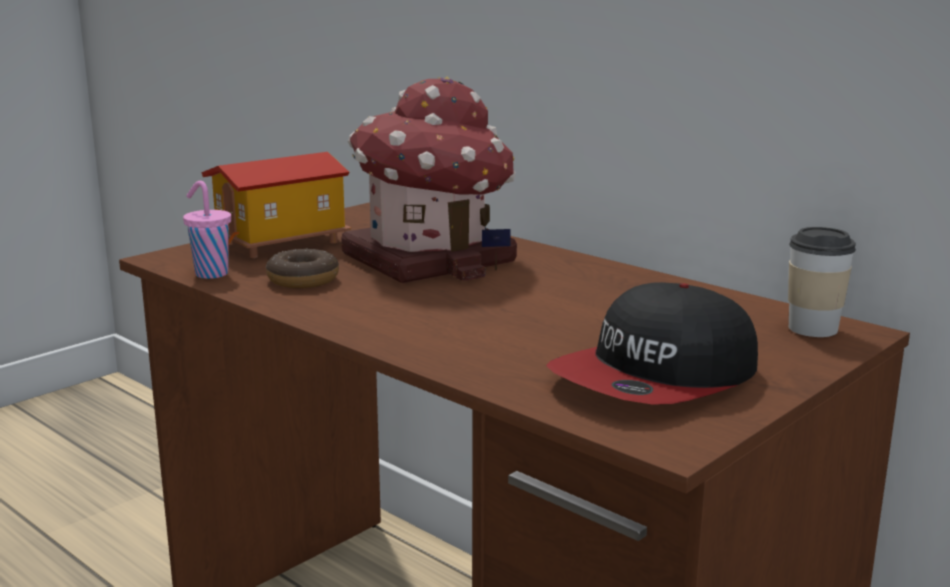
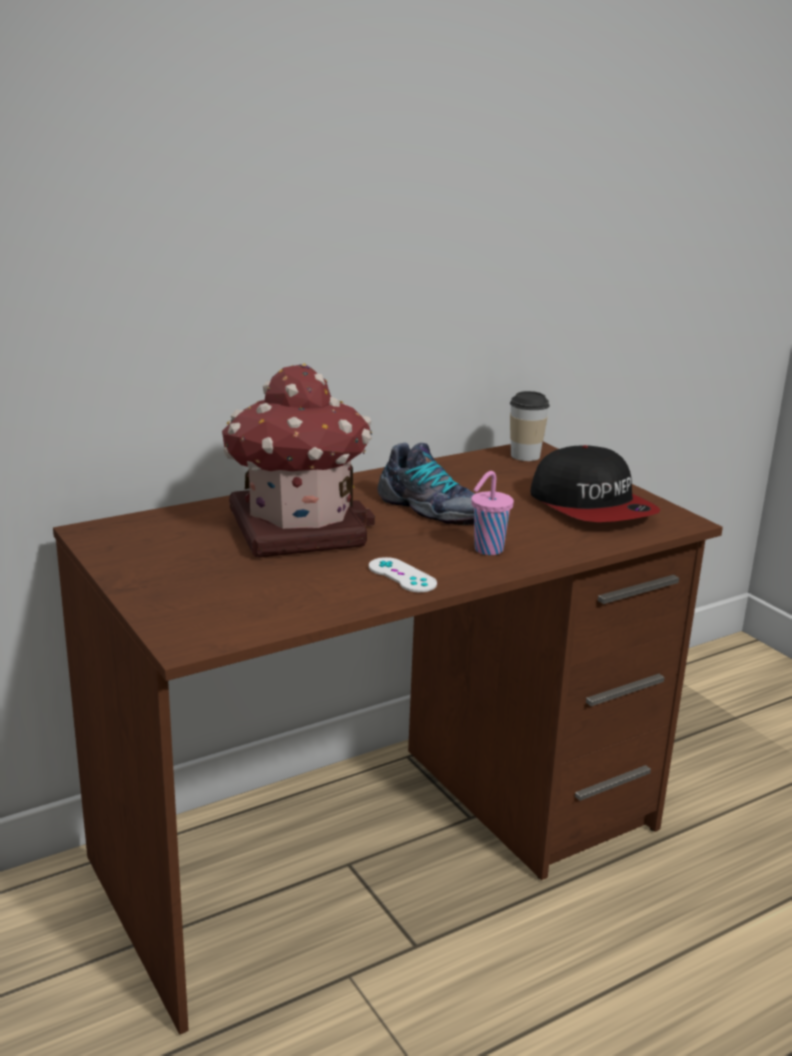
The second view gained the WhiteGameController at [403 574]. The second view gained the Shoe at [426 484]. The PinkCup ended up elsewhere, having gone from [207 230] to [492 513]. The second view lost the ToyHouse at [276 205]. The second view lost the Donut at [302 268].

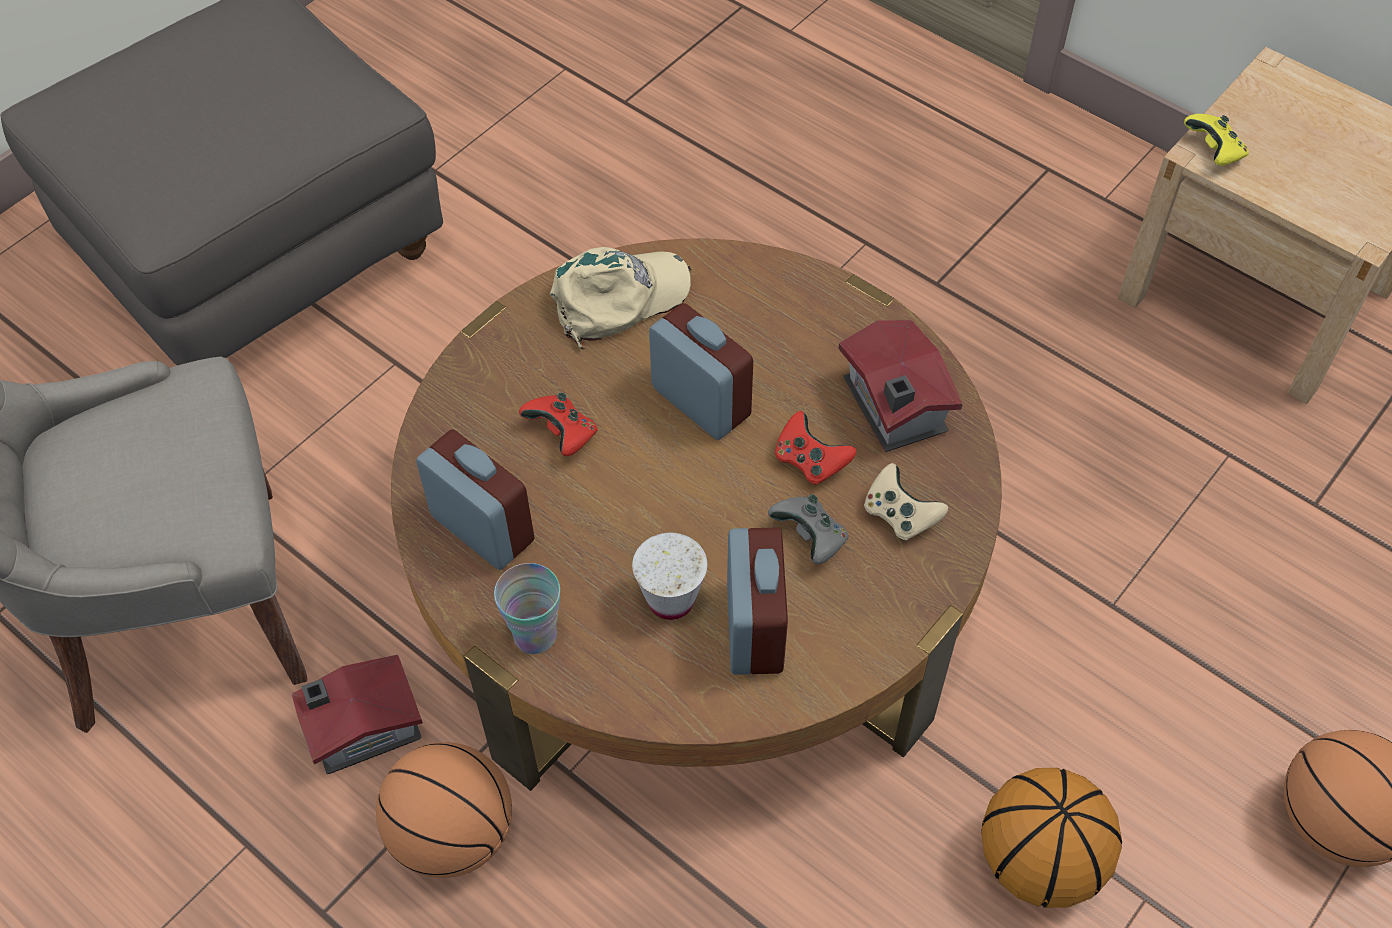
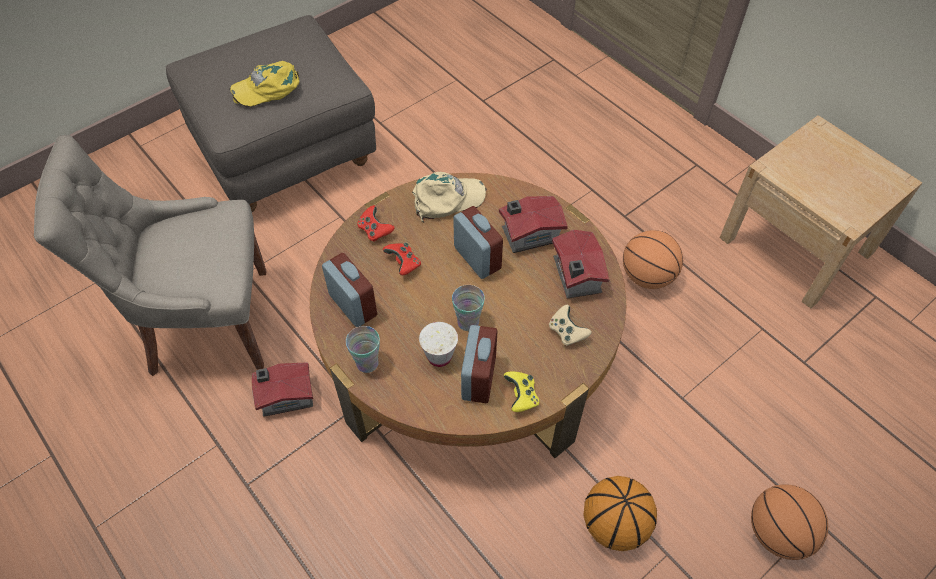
The second view gained the YellowCap at [265 84]. The RedGameController ended up elsewhere, having gone from [815 448] to [376 223]. The second view gained the Cup at [468 308]. The second view gained the ToyHouse at [533 224]. The YellowGameController ended up elsewhere, having gone from [1216 140] to [521 392]. The Basketball ended up elsewhere, having gone from [444 810] to [653 259]. The second view lost the GreyGameController at [808 529].

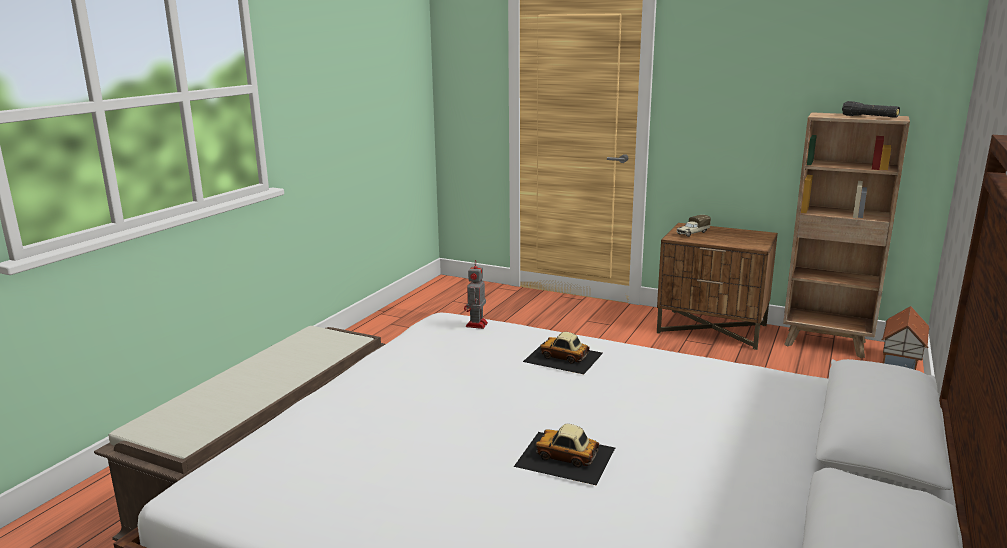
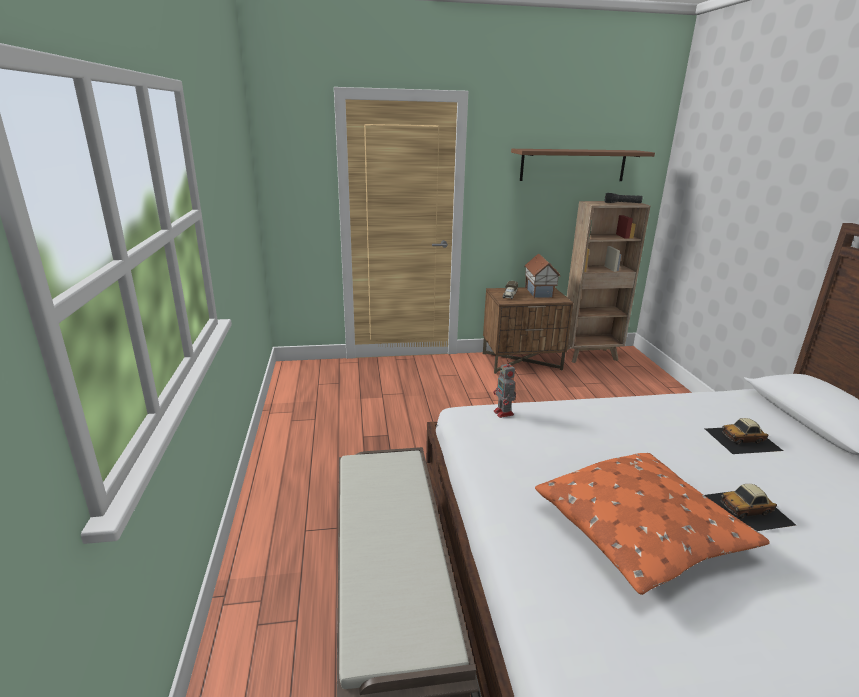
The second view gained the BrownShelf at [583 165]. The ToyHouse ended up elsewhere, having gone from [905 338] to [542 275]. The second view gained the OrangePillow at [652 524]. The ToyCar ended up elsewhere, having gone from [563 353] to [744 436].

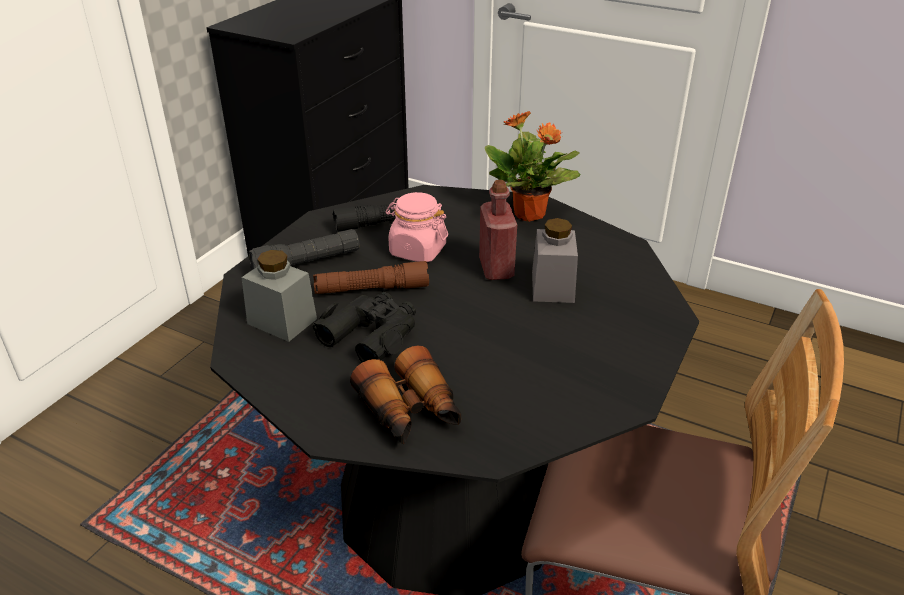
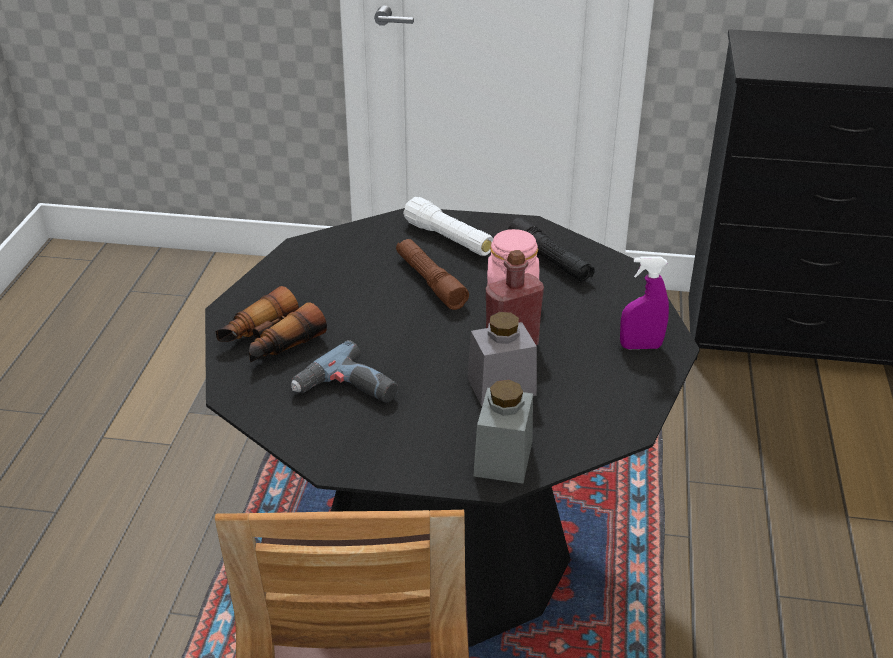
The second view gained the PowerDrill at [344 371]. What was the BlackFlashlight at [304 249] turned into the WhiteFlashlight at [448 226]. The GreyJar ended up elsewhere, having gone from [279 296] to [503 432]. Where the PottedPlant stood at [533 166], the PurpleSprayBottle came to stand at [644 302]. The second view lost the BlackBinoculars at [364 327].

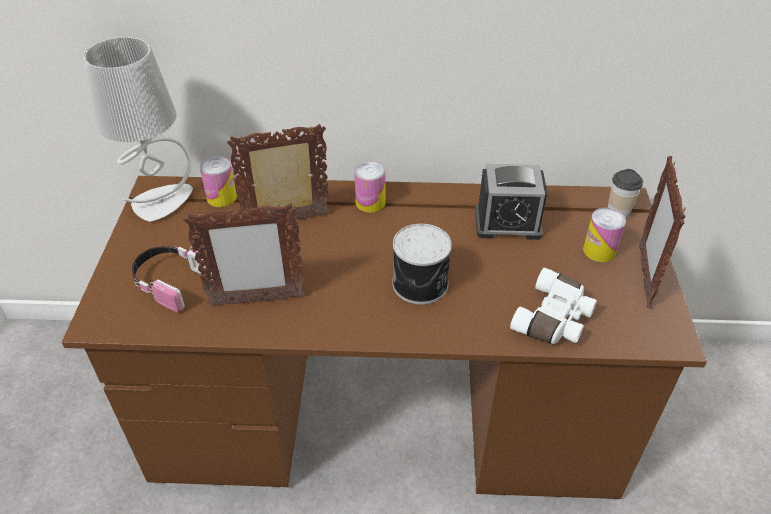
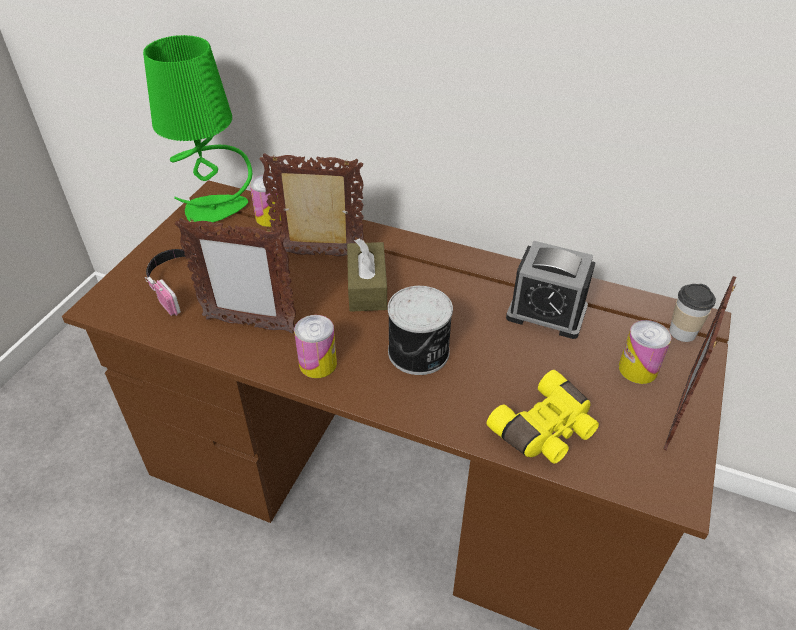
What was the GreyTableLamp at [138 129] turned into the GreenTableLamp at [197 128]. The Can ended up elsewhere, having gone from [370 187] to [315 346]. The second view gained the BrownTissueBox at [367 275]. What was the WhiteBinoculars at [553 306] turned into the YellowBinoculars at [543 417].

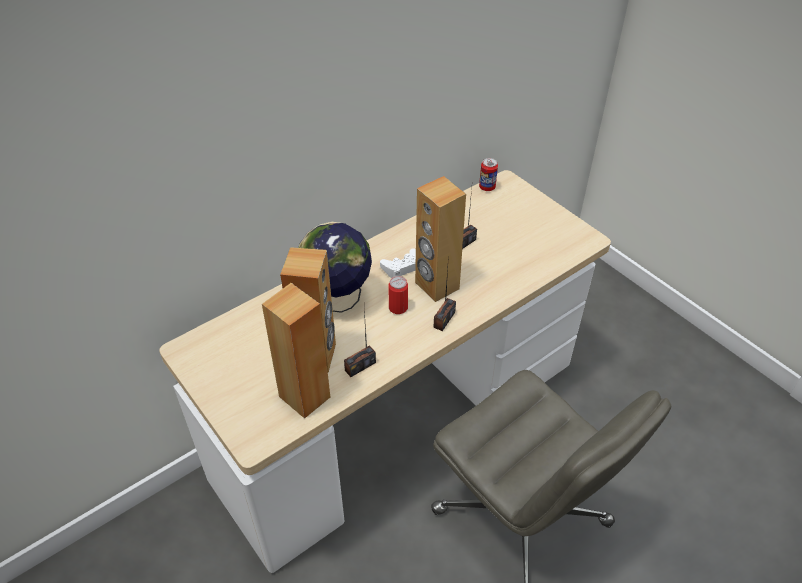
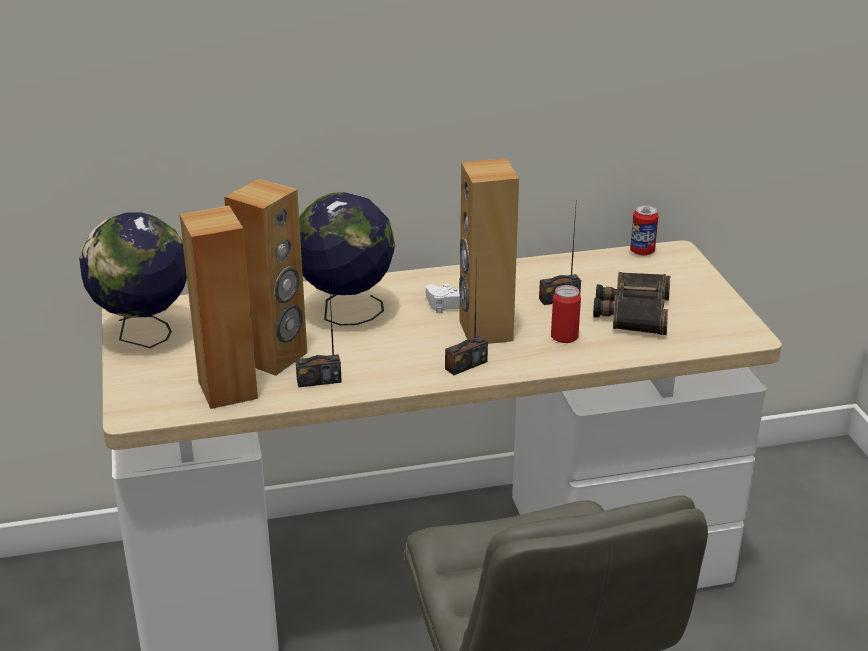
The second view gained the Globe at [133 280]. The Can ended up elsewhere, having gone from [398 295] to [566 314]. The second view gained the Binoculars at [631 303].

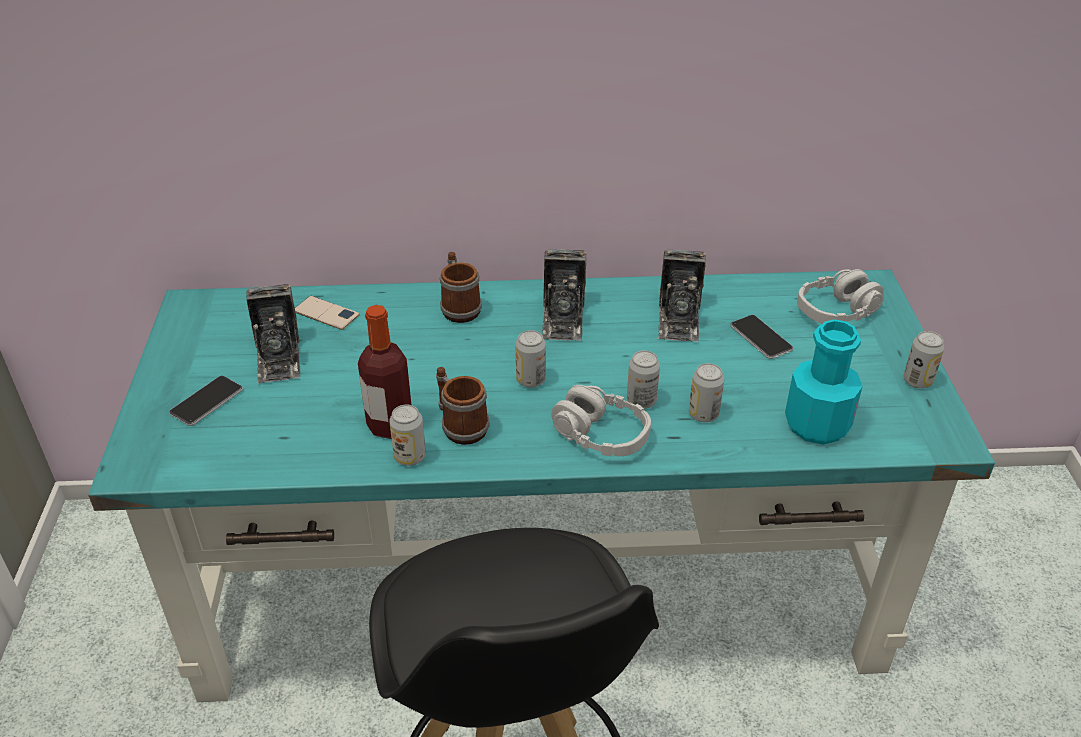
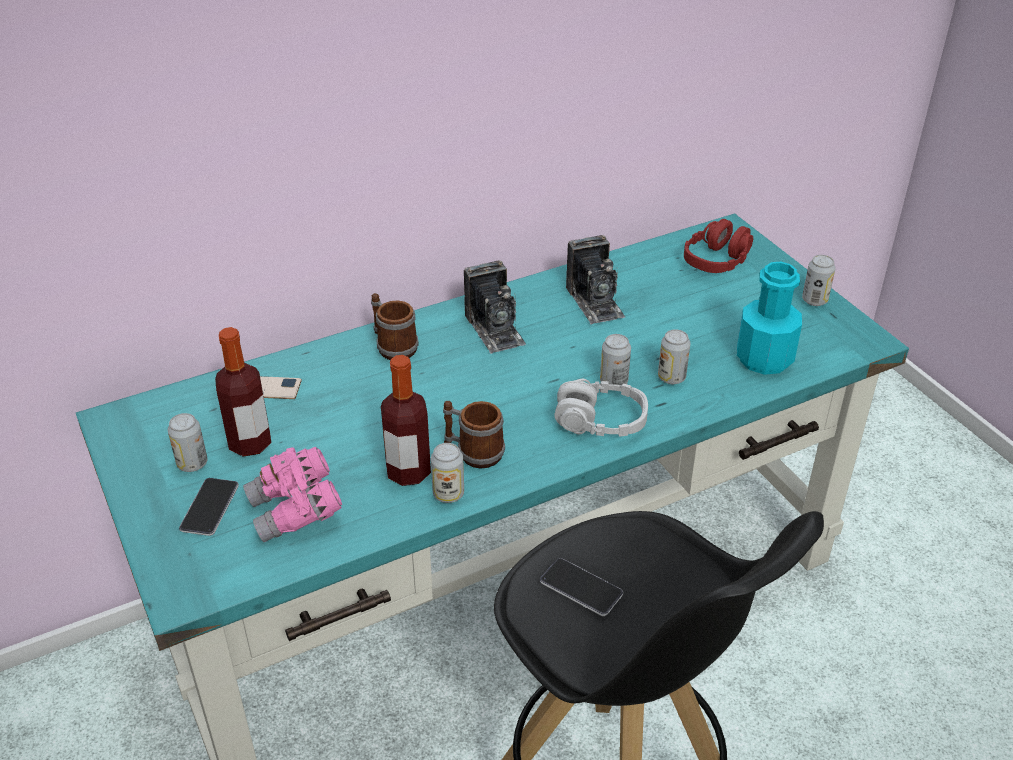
The Can ended up elsewhere, having gone from [531 359] to [188 442]. Where the PhotoCamera stood at [273 334], the Bottle came to stand at [243 392]. The second view gained the PinkBinoculars at [292 494]. The Phone ended up elsewhere, having gone from [761 337] to [581 587]. What was the GreyHeadphones at [840 296] turned into the RedHeadphones at [718 246].

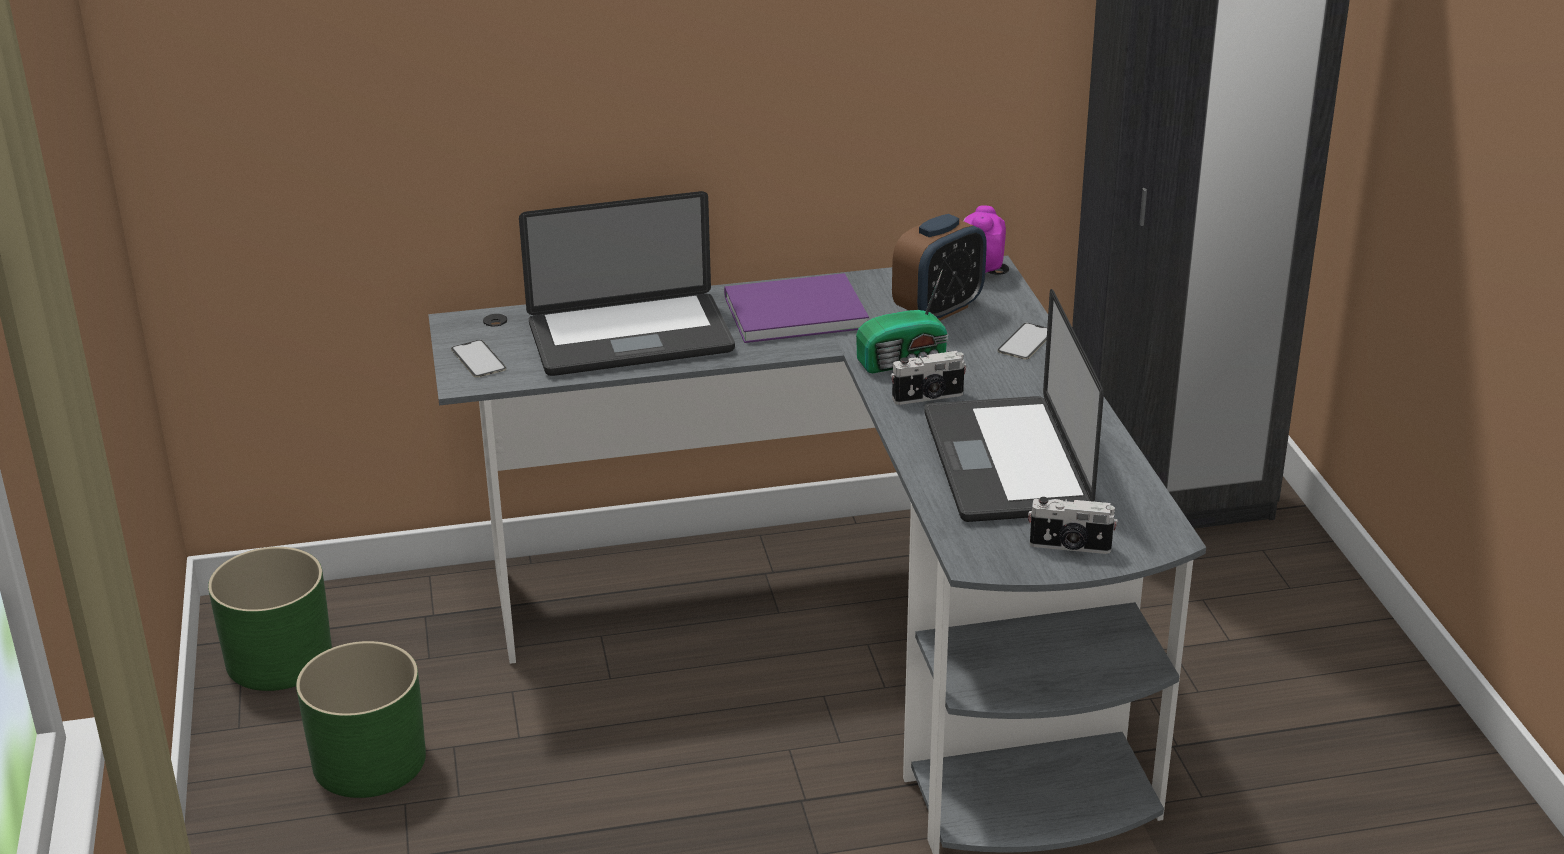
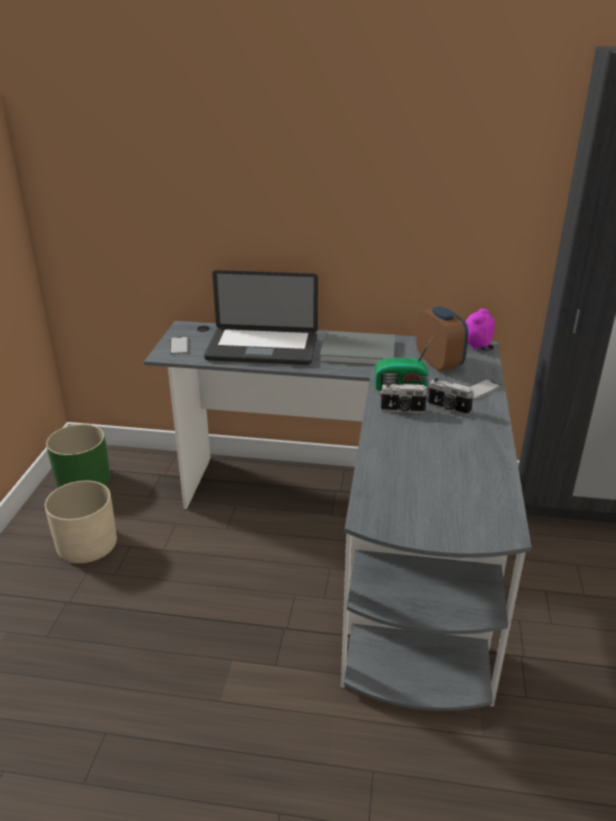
What was the GreenPlanter at [361 719] turned into the BeigePlanter at [81 521]. What was the PurpleBook at [796 308] turned into the GreyBook at [357 348]. The AlarmClock at [939 267] ended up facing another way, 90 degrees counterclockwise from before. The PhotoCamera ended up elsewhere, having gone from [1073 525] to [451 396]. The second view lost the Laptop at [1014 405].

